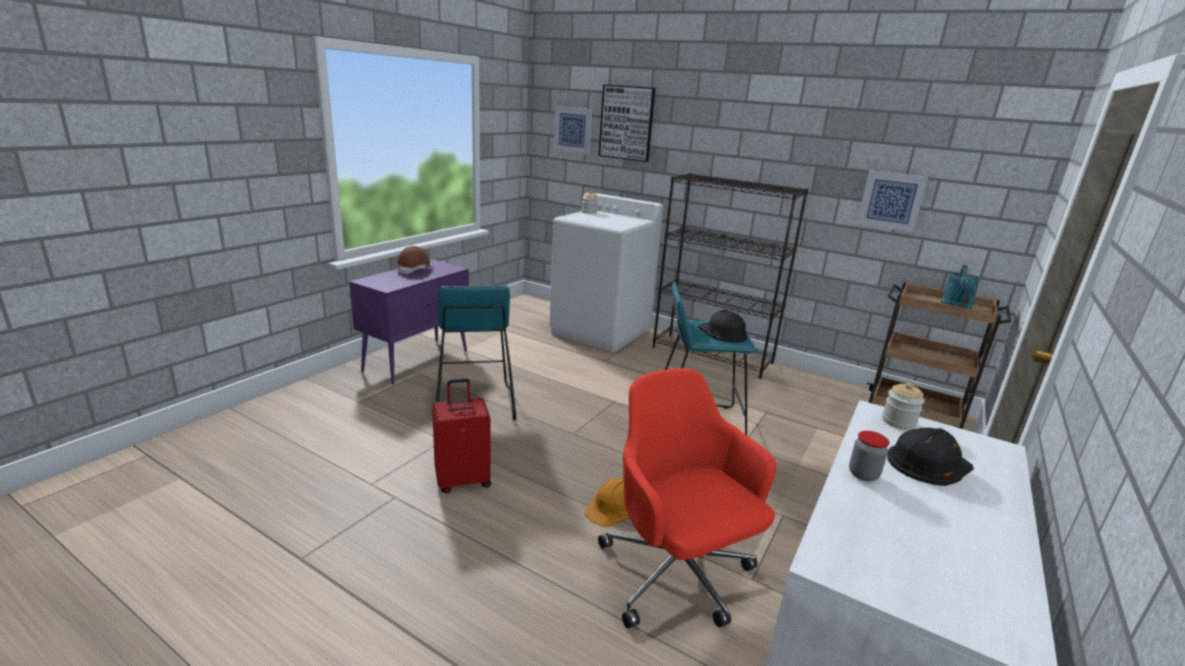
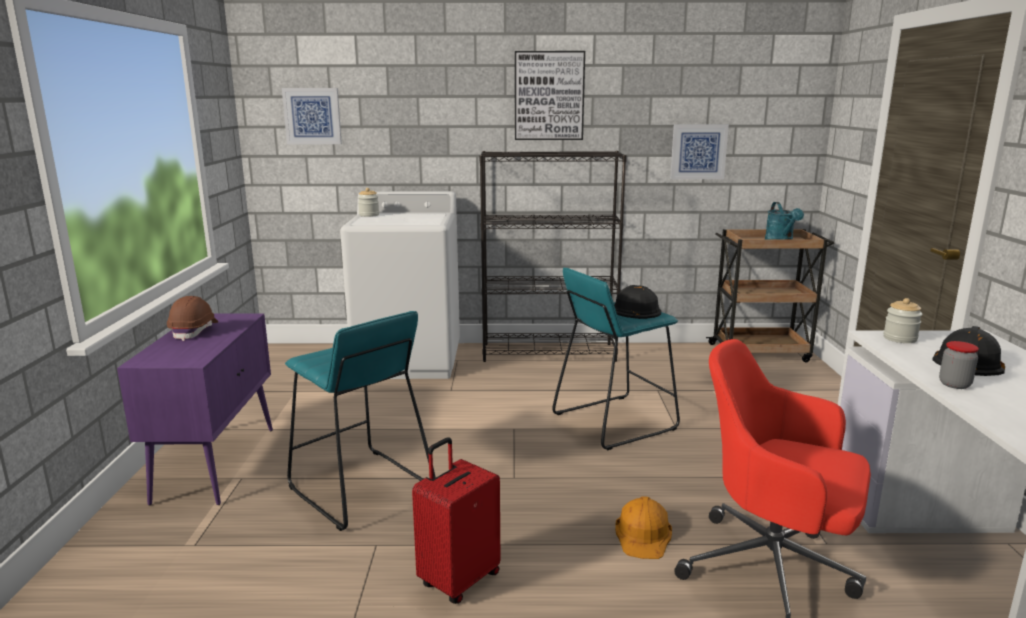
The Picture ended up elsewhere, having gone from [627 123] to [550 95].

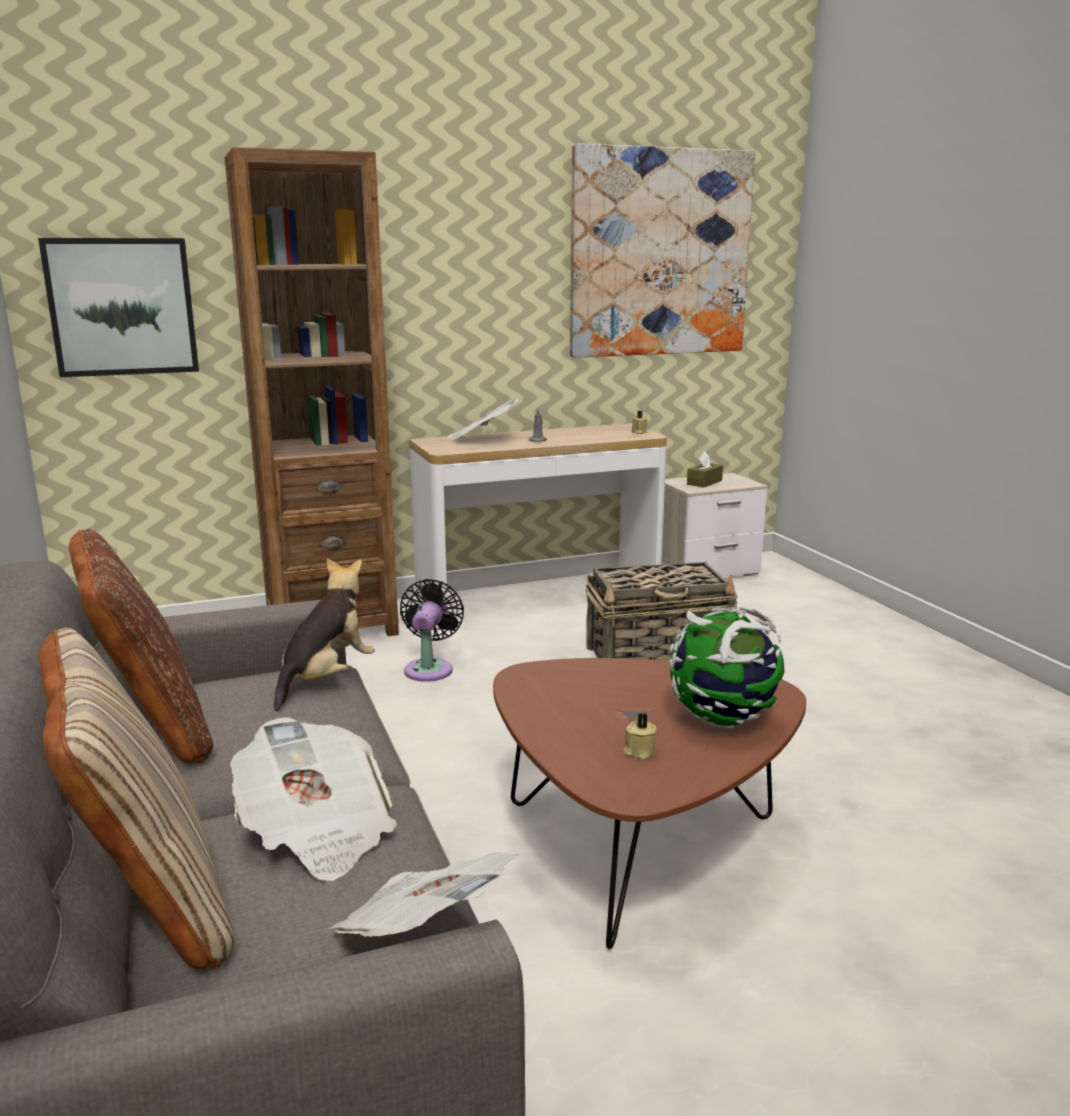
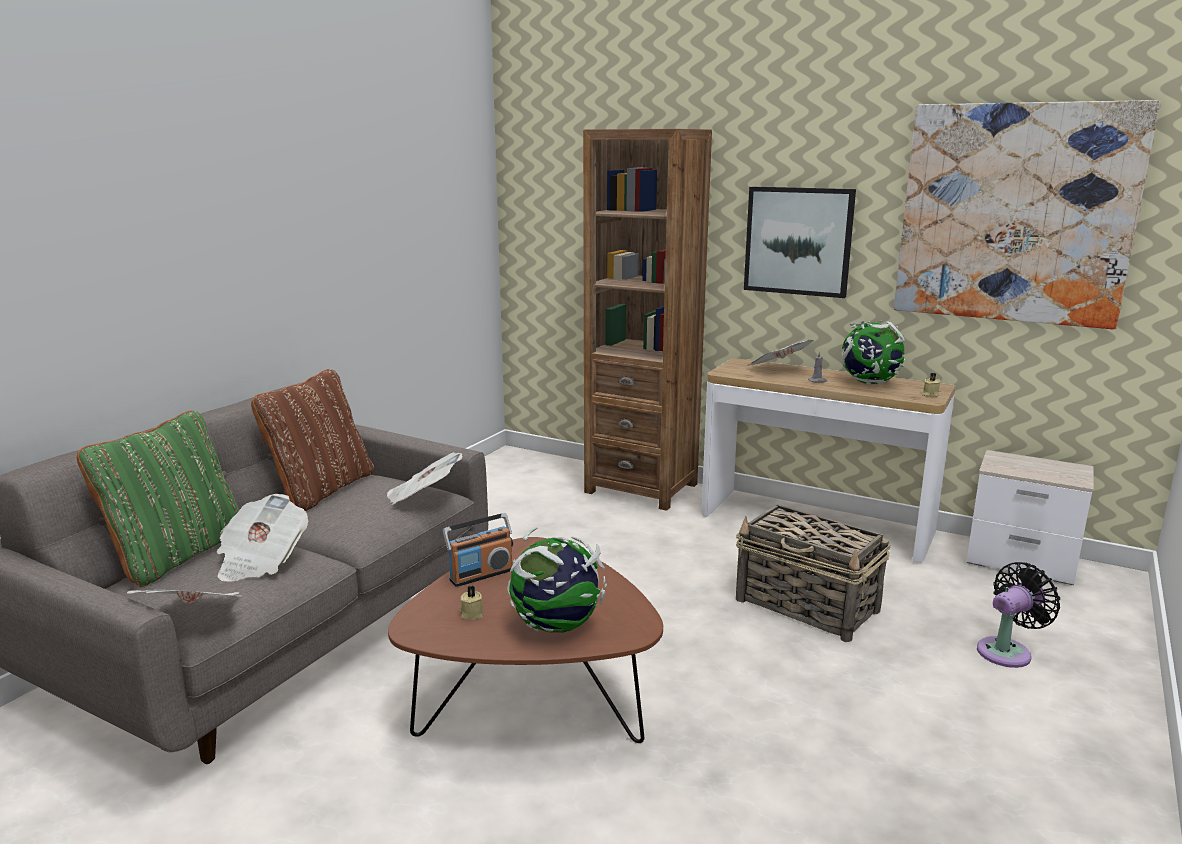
What was the BeigePillow at [136 798] turned into the GreenPillow at [158 498]. Where the PlushToy stood at [324 634], the Newspaper came to stand at [424 478]. The second view gained the Radio at [478 550]. The Picture ended up elsewhere, having gone from [118 307] to [800 242]. The second view gained the Globe at [873 352]. The BlackFan ended up elsewhere, having gone from [432 630] to [1018 615]. The second view lost the BrownTissueBox at [705 469].

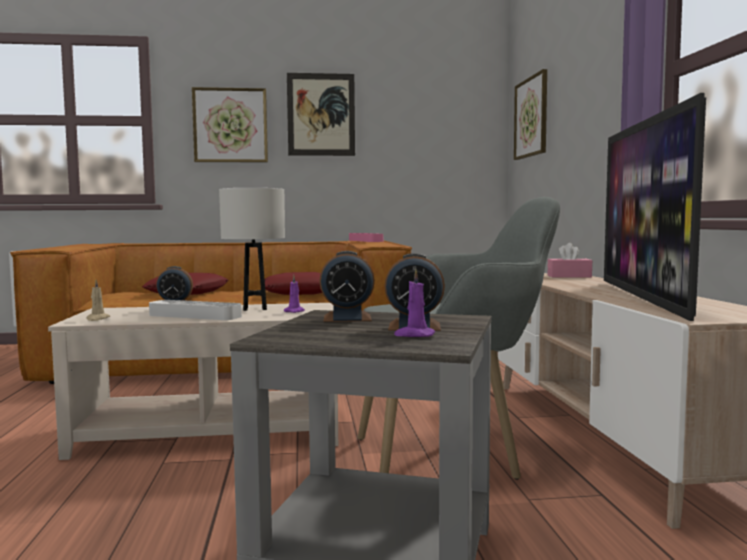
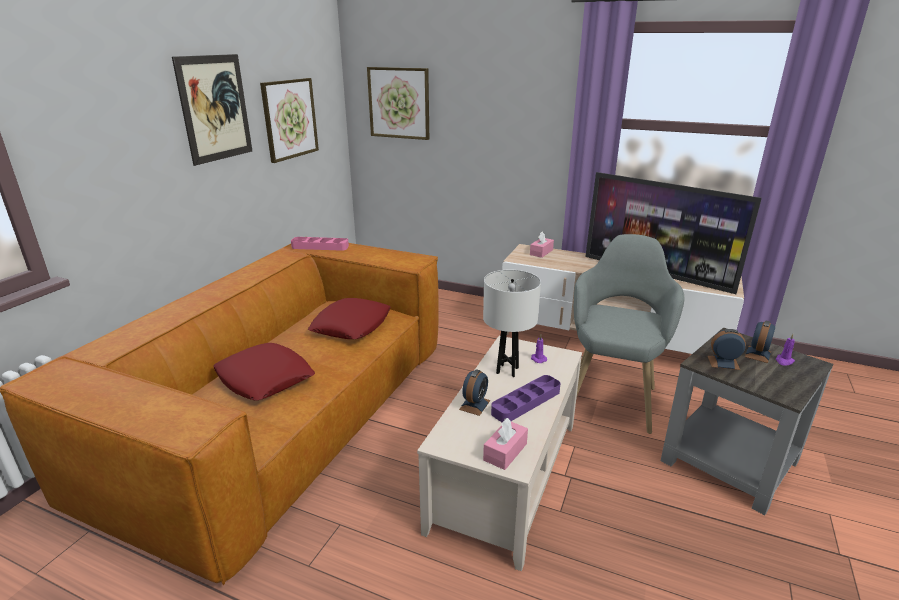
The Picture ended up elsewhere, having gone from [230 124] to [289 120]. Where the BeigeCandle stood at [98 300], the PinkTissueBox came to stand at [505 444]. What was the WhiteTray at [195 310] turned into the PurpleTray at [526 398]. The AlarmClock at [347 286] ended up facing another way, 105 degrees counterclockwise from before.

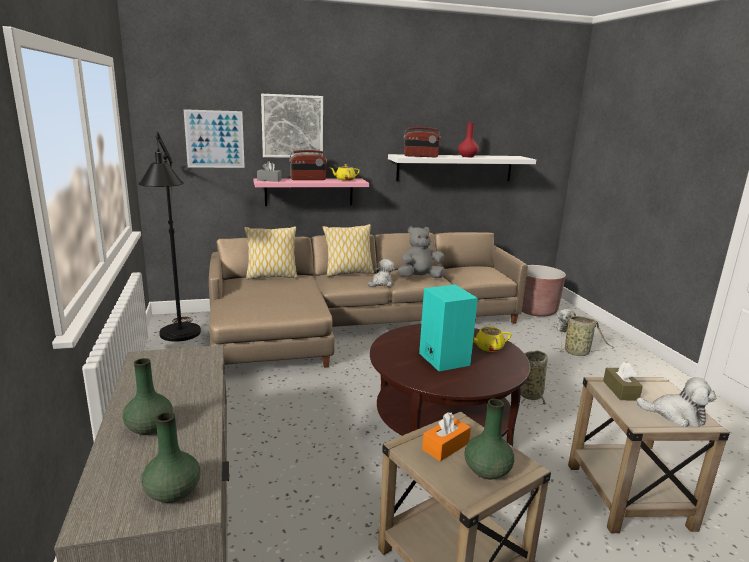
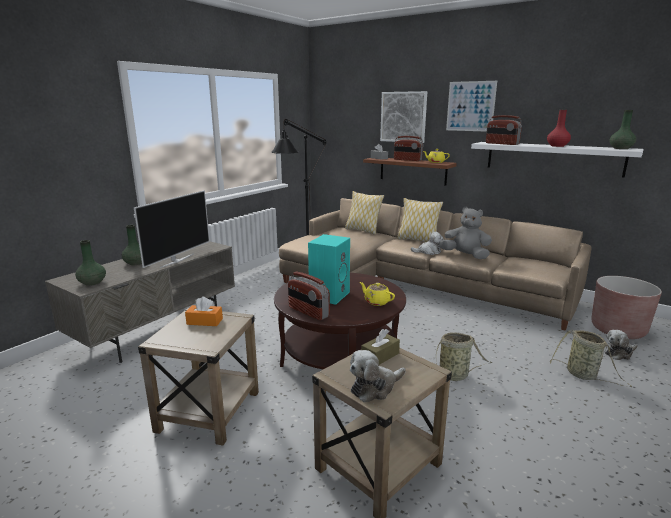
The second view gained the Television at [172 229]. The second view gained the Radio at [309 296]. The PlushToy at [676 402] ended up facing another way, 75 degrees clockwise from before. What was the PinkShelf at [311 192] turned into the BrownShelf at [410 171]. The Picture ended up elsewhere, having gone from [214 138] to [471 106]. The GreenVase ended up elsewhere, having gone from [489 439] to [622 129].

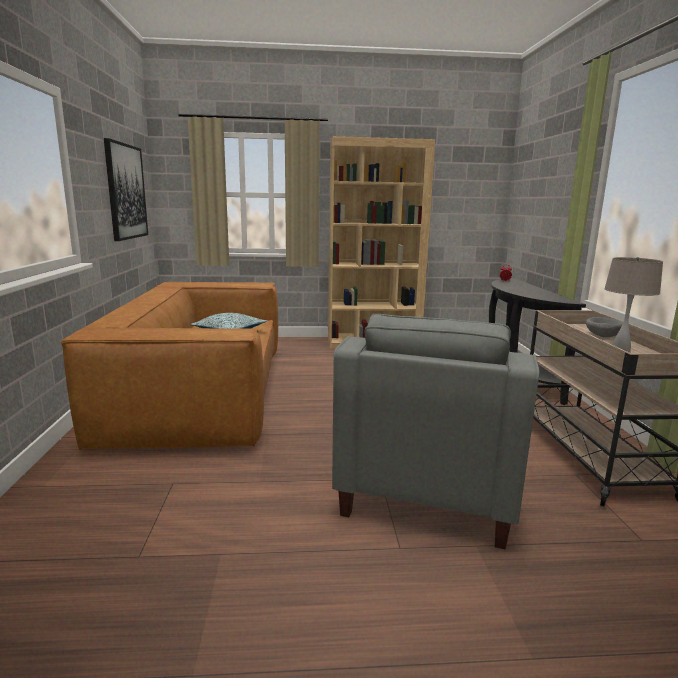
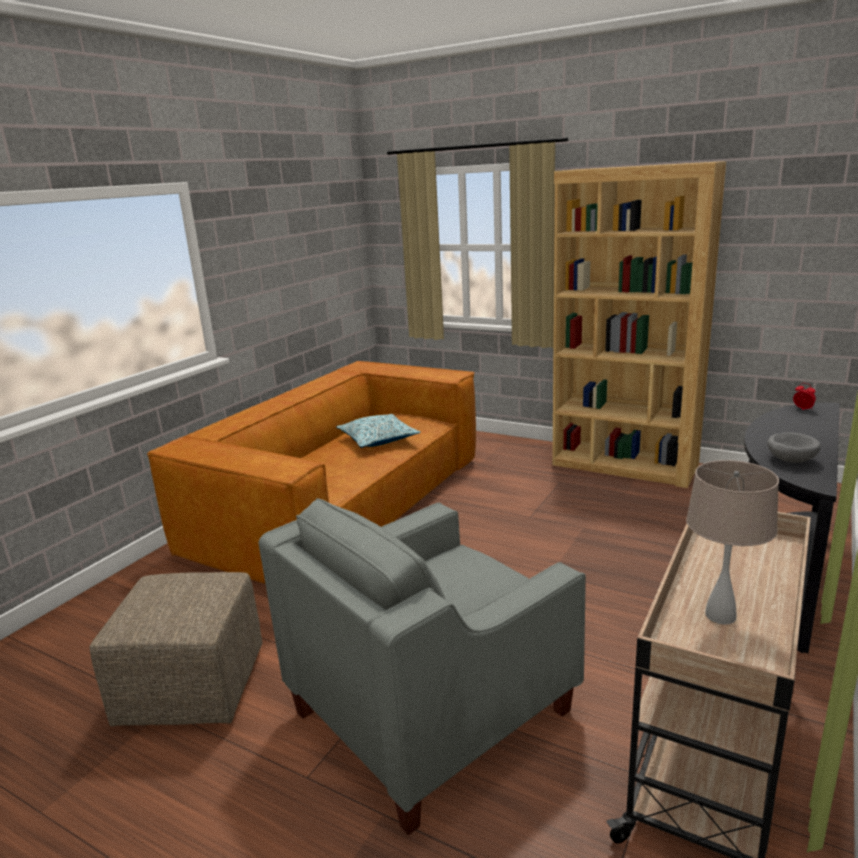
The second view gained the BeigeOttoman at [175 649]. The GreyBowl ended up elsewhere, having gone from [604 327] to [794 447]. The second view lost the Picture at [126 189].

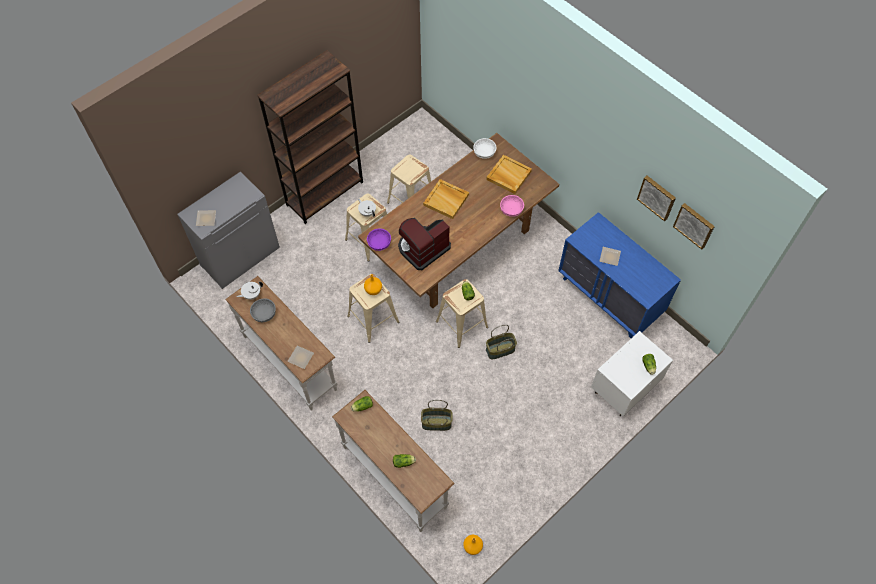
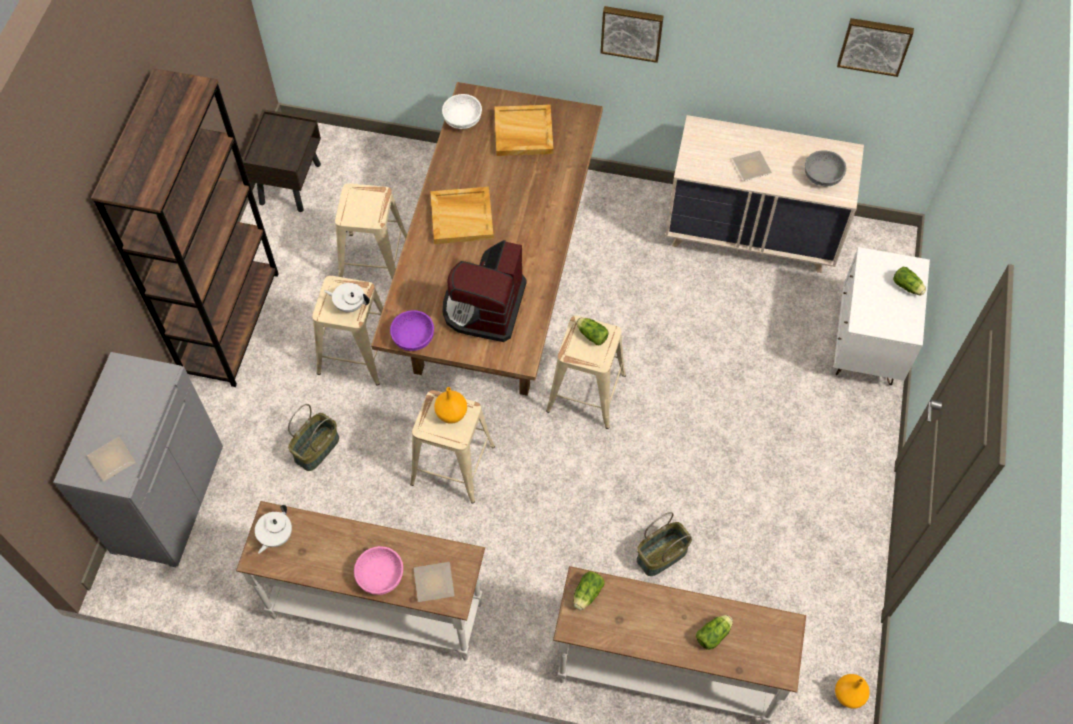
The second view gained the BrownNightstand at [281 160]. The Basket ended up elsewhere, having gone from [501 342] to [313 437]. The PinkBowl ended up elsewhere, having gone from [512 206] to [378 570]. The Picture ended up elsewhere, having gone from [656 198] to [632 34]. What was the BlueDresser at [619 275] turned into the BeigeDresser at [764 194]. The GreyBowl ended up elsewhere, having gone from [263 310] to [825 168].

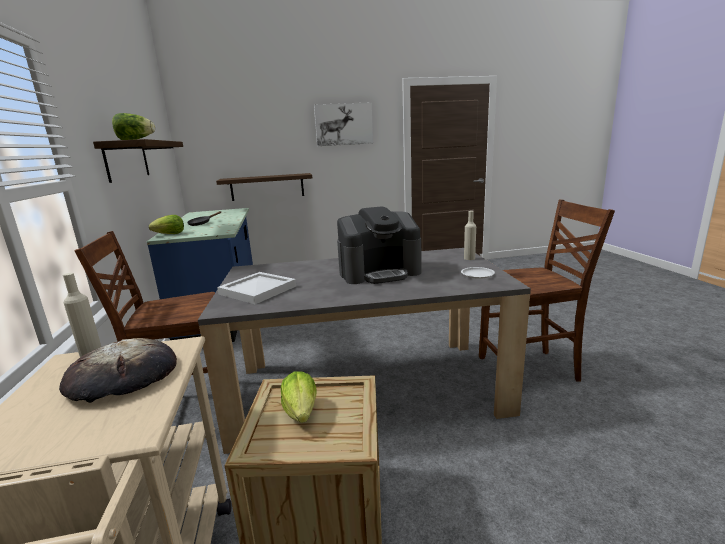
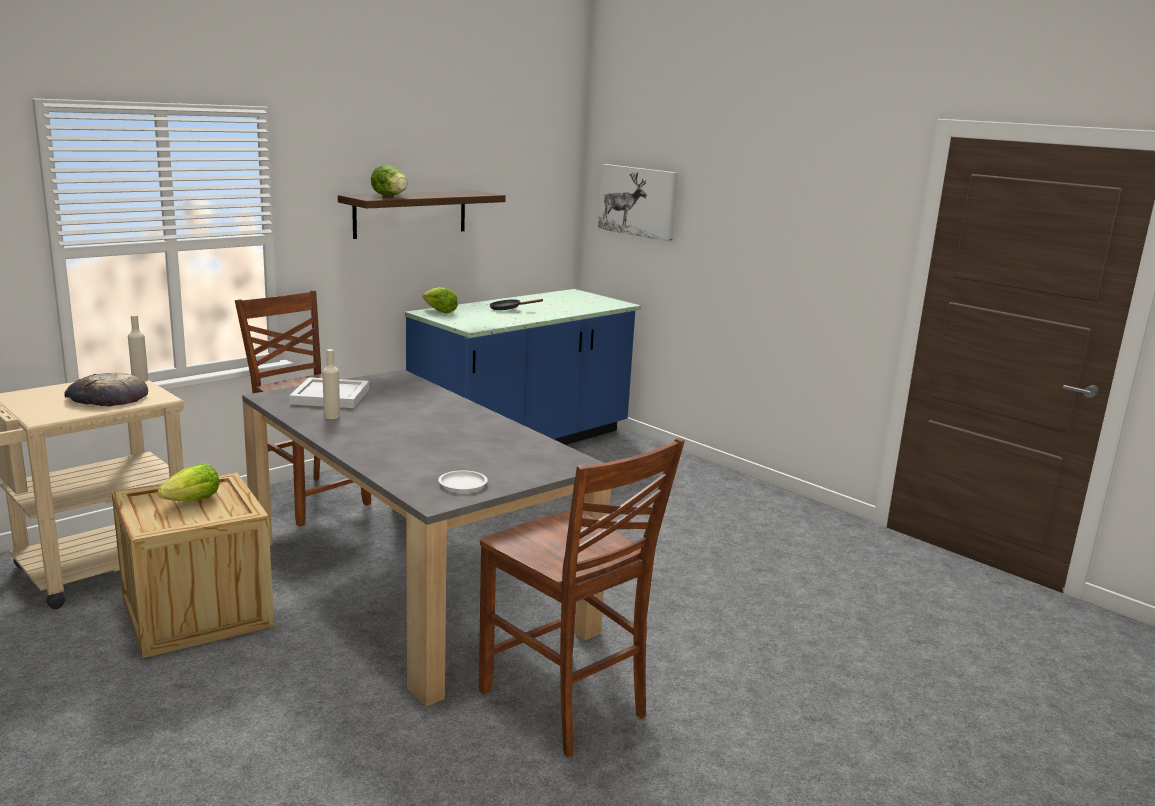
The BeigeBottle ended up elsewhere, having gone from [470 235] to [331 384]. The Picture ended up elsewhere, having gone from [343 124] to [638 202]. The second view lost the Shelf at [264 187]. The second view lost the CoffeeMachine at [379 245].

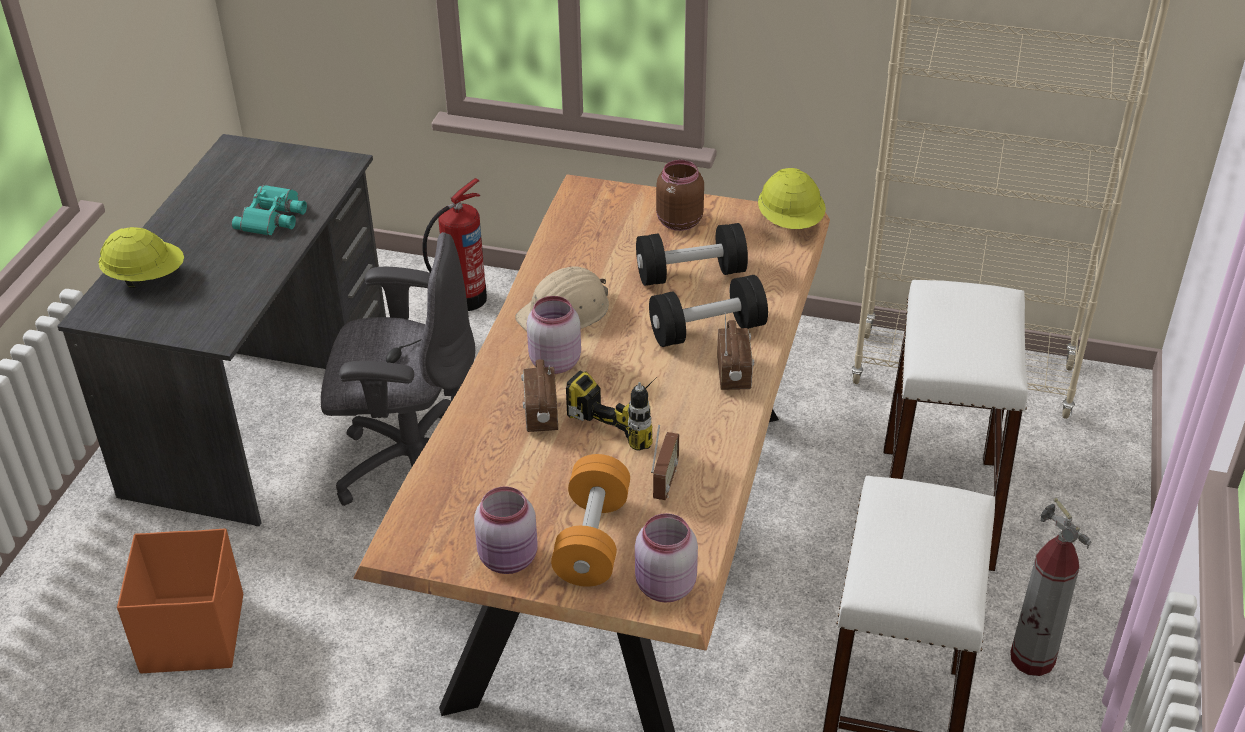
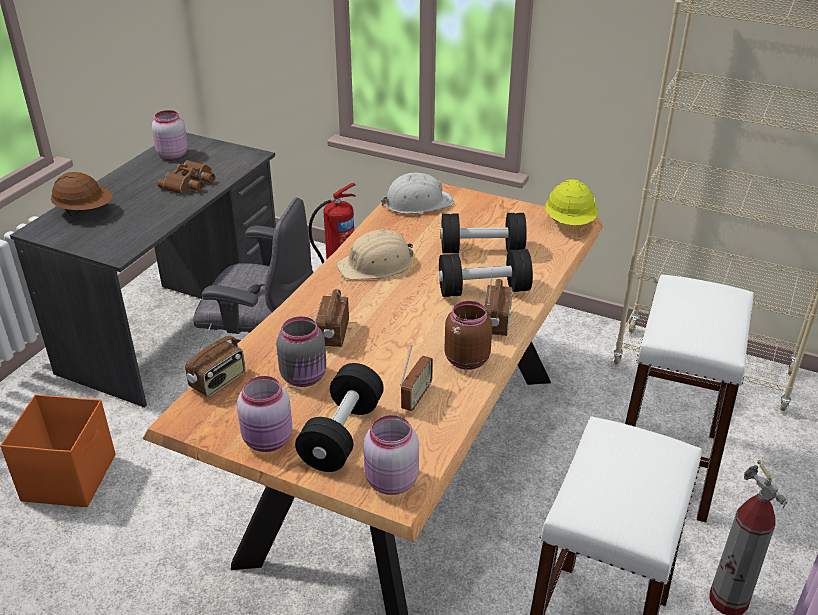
What was the YellowHardHat at [141 257] turned into the BrownHardHat at [81 194]. The PinkJar ended up elsewhere, having gone from [554 335] to [170 134]. What was the TurquoiseBinoculars at [269 210] turned into the BrownBinoculars at [186 177]. The second view gained the Radio at [215 360]. The second view gained the GreyJar at [301 351]. What was the OrangeDumbbell at [590 520] turned into the BlackDumbbell at [339 417]. The second view gained the WhiteHardHat at [417 193]. The BrownJar ended up elsewhere, having gone from [680 195] to [468 335]. The second view lost the PowerDrill at [613 411].

